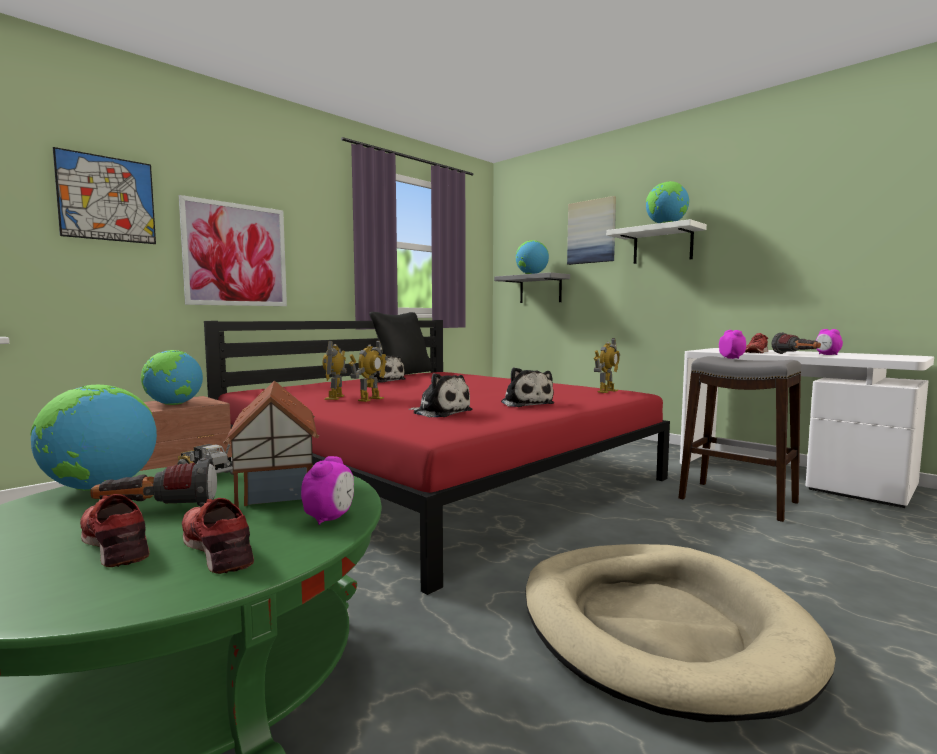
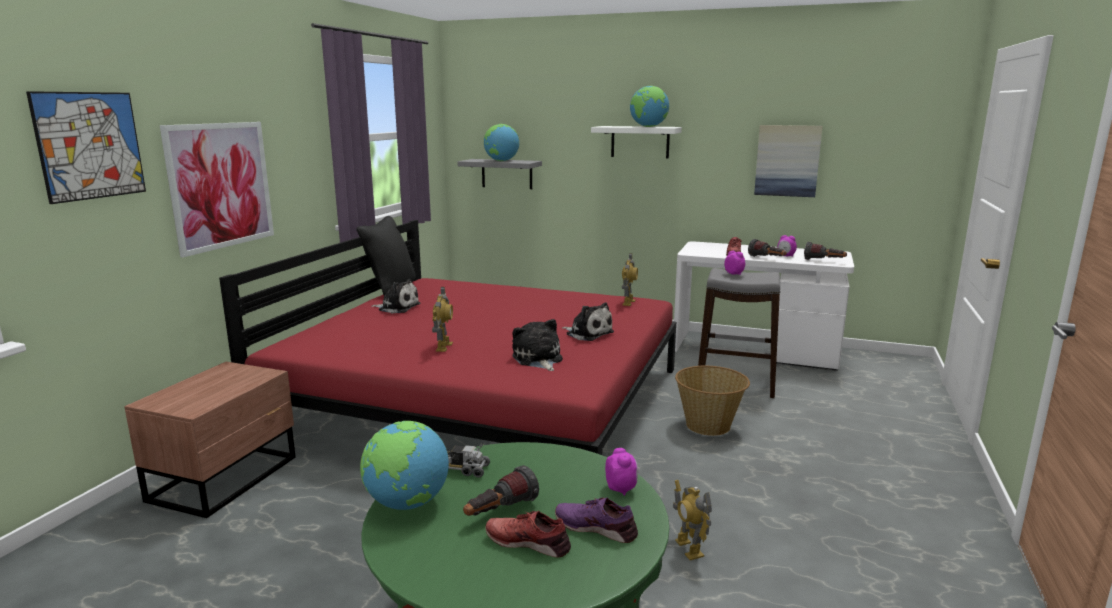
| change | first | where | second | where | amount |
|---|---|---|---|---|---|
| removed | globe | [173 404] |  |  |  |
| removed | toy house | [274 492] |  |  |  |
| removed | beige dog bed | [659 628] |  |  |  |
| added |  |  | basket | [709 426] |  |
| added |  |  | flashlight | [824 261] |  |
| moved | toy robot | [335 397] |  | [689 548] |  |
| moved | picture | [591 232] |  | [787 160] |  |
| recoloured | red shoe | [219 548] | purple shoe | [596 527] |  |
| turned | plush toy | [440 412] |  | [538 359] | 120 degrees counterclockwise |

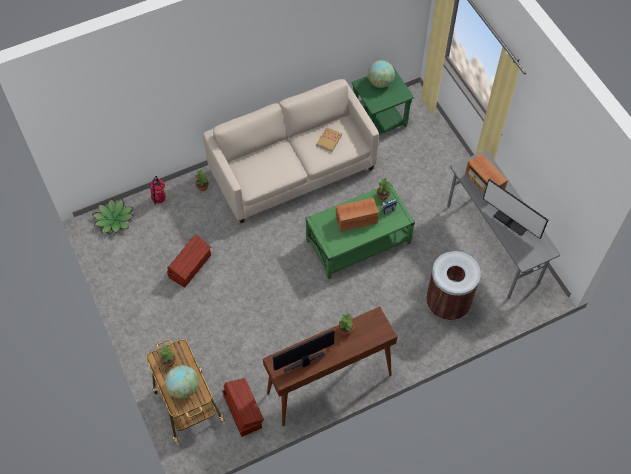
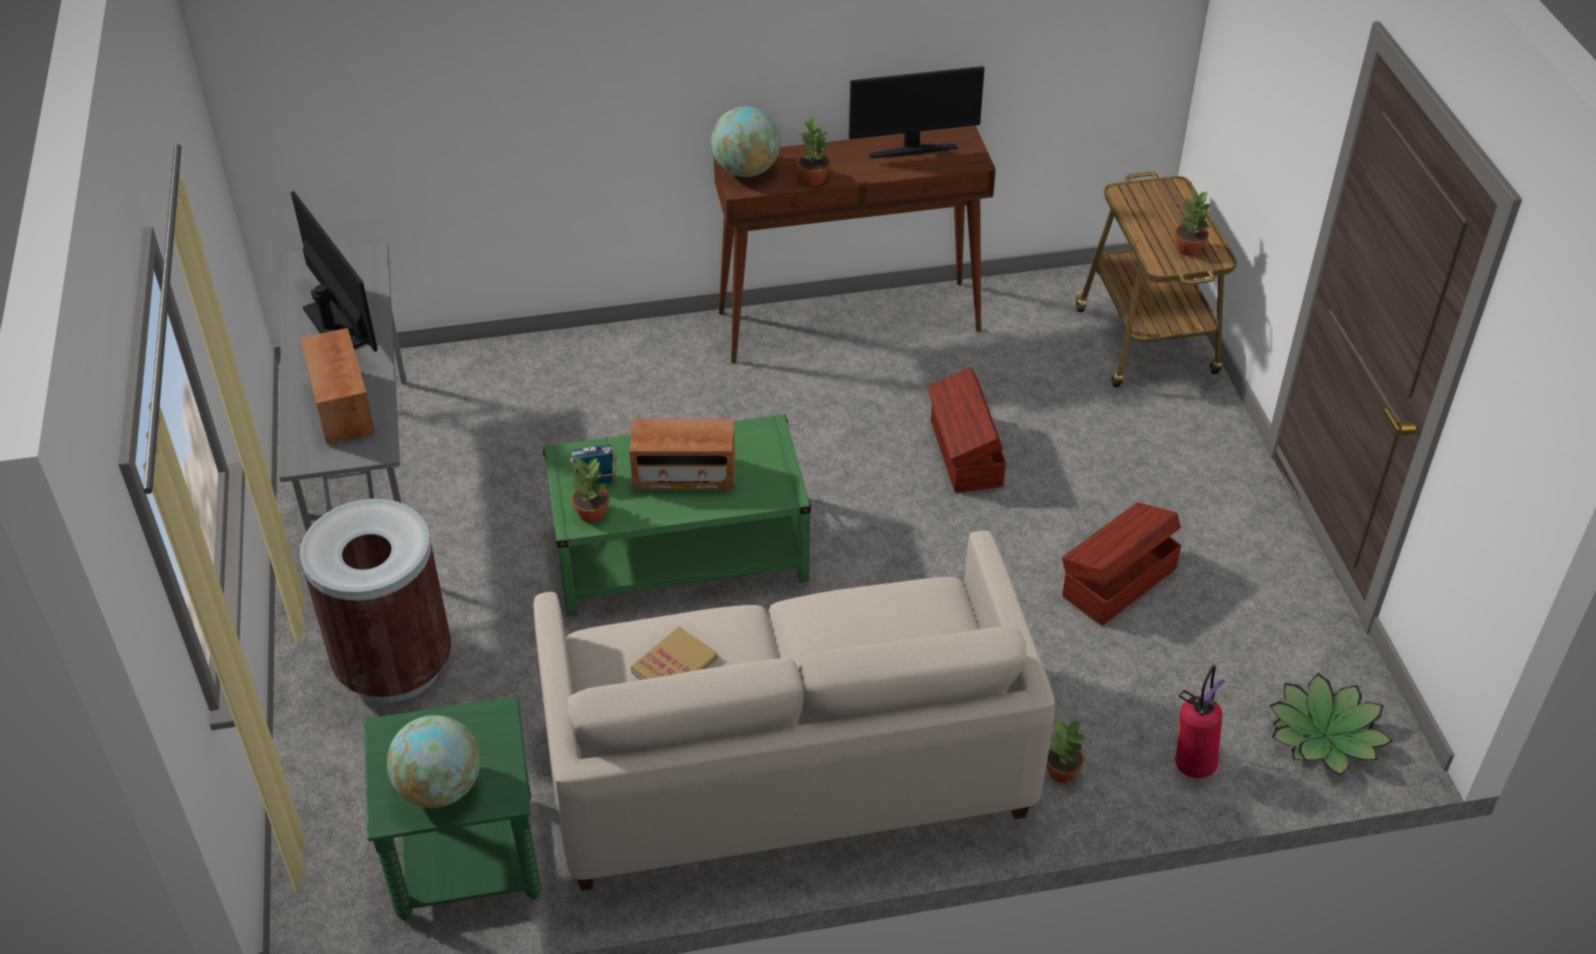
| change | first | where | second | where | amount |
|---|---|---|---|---|---|
| moved | globe | [183 388] |  | [746 170] |  |
| moved | brown storage box | [243 410] |  | [964 454] |  |
| moved | brown trash can | [448 303] |  | [394 665] |  |

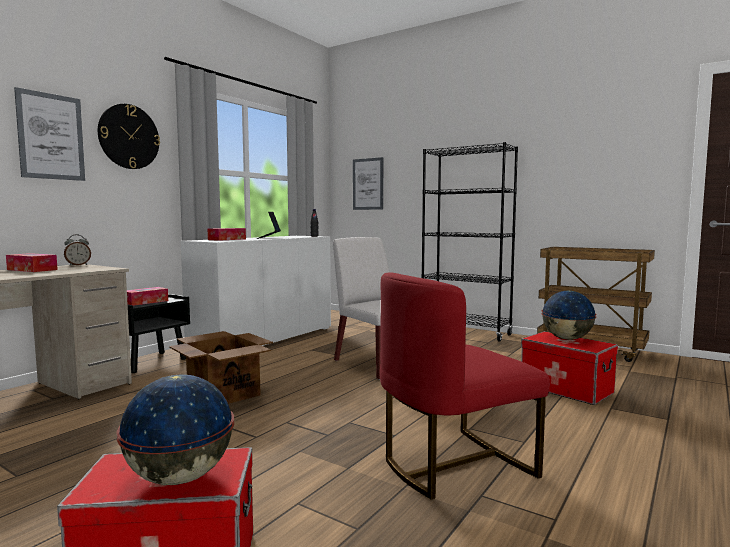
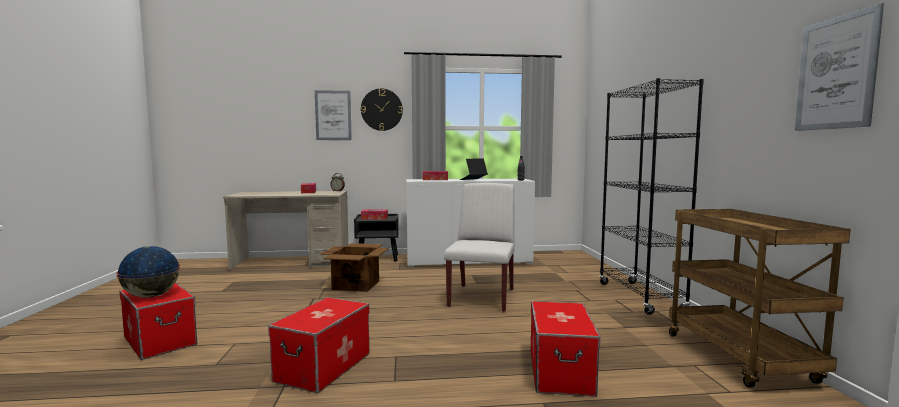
| change | first | where | second | where | amount |
|---|---|---|---|---|---|
| removed | globe | [567 339] |  |  |  |
| moved | picture | [368 184] |  | [835 73] |  |
| replaced | red chair | [454 464] | storage box | [323 367] |  |

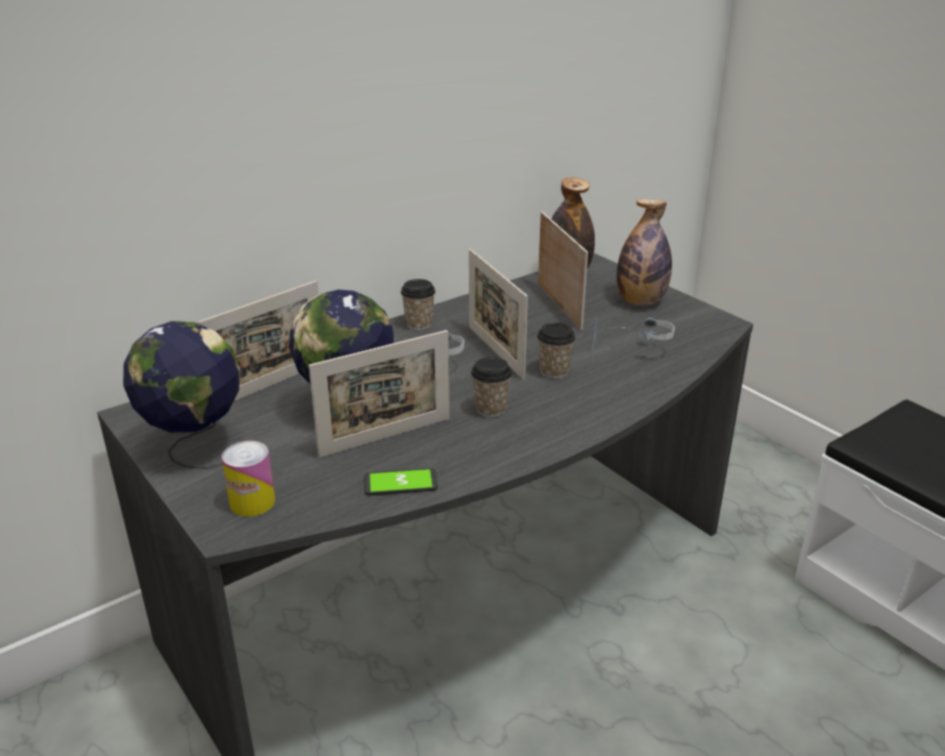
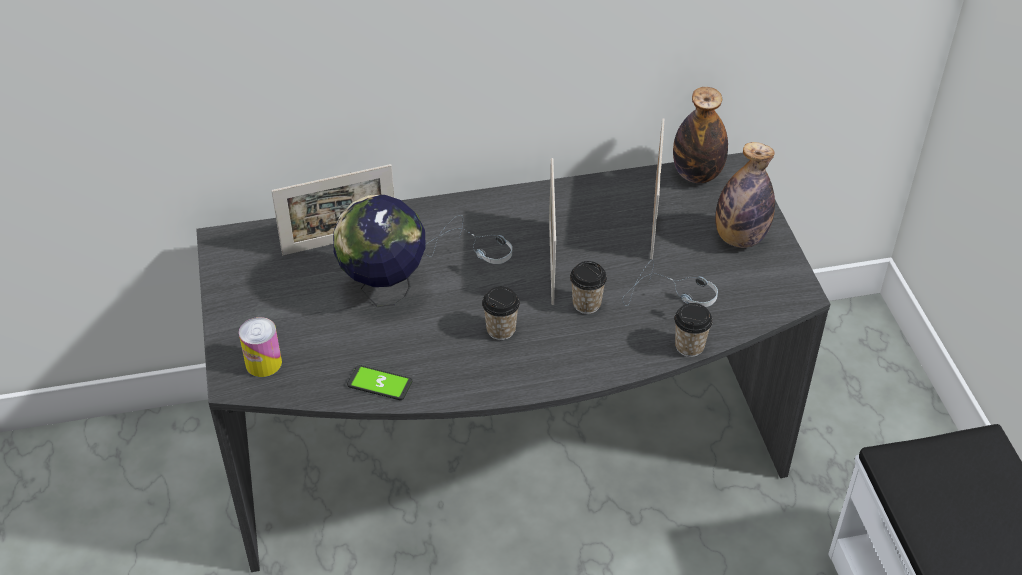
| change | first | where | second | where | amount |
|---|---|---|---|---|---|
| removed | globe | [195 448] |  |  |  |
| removed | picture frame | [386 437] |  |  |  |
| moved | cup | [419 324] |  | [689 346] |  |

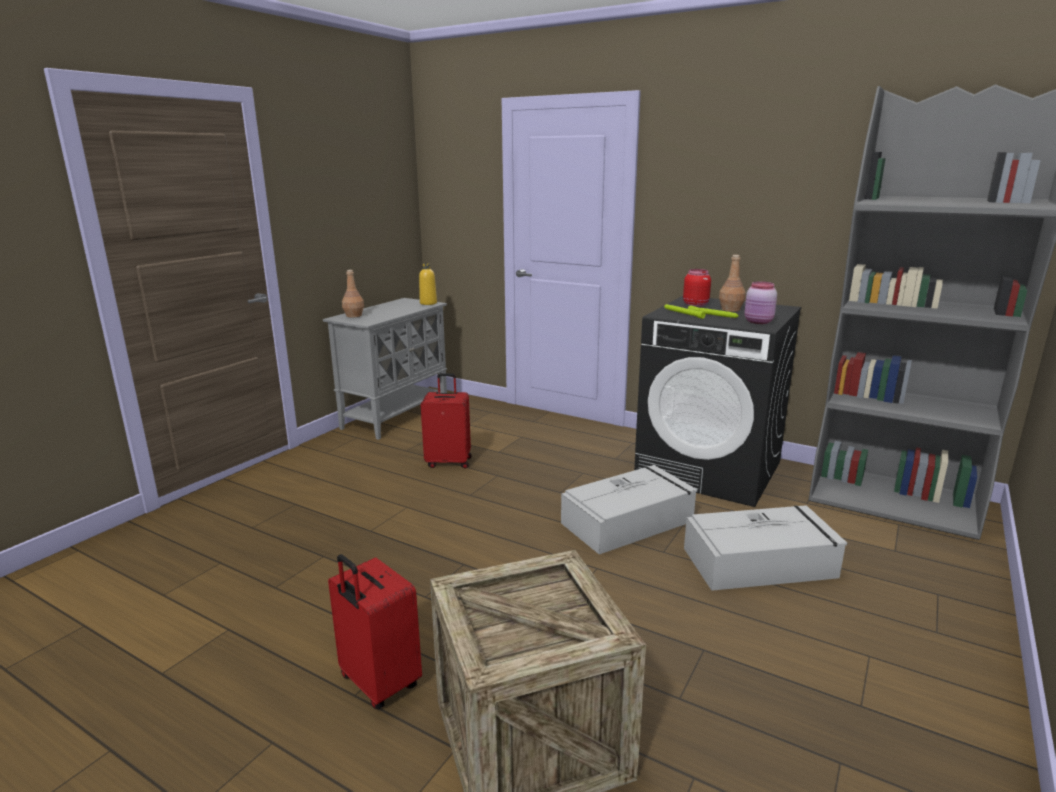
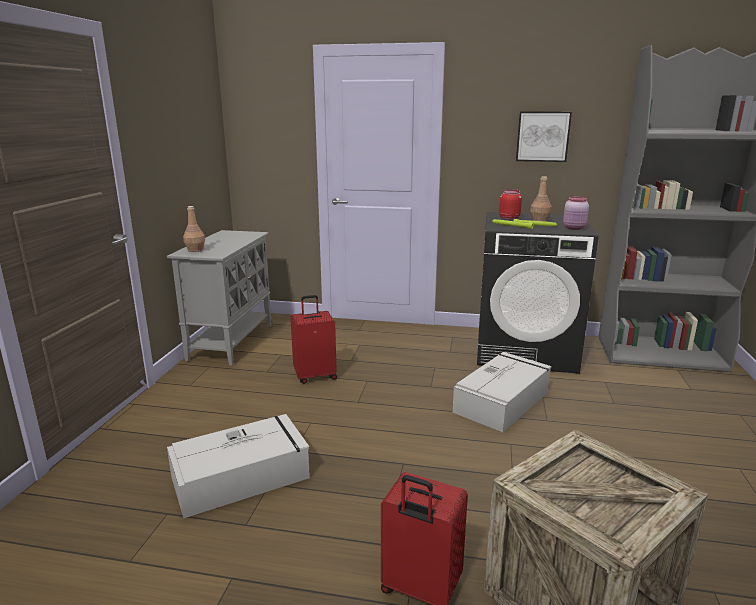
| change | first | where | second | where | amount |
|---|---|---|---|---|---|
| removed | yellow bottle | [428 303] |  |  |  |
| added |  |  | picture | [542 136] |  |
| moved | grey storage box | [761 562] |  | [242 476] |  |

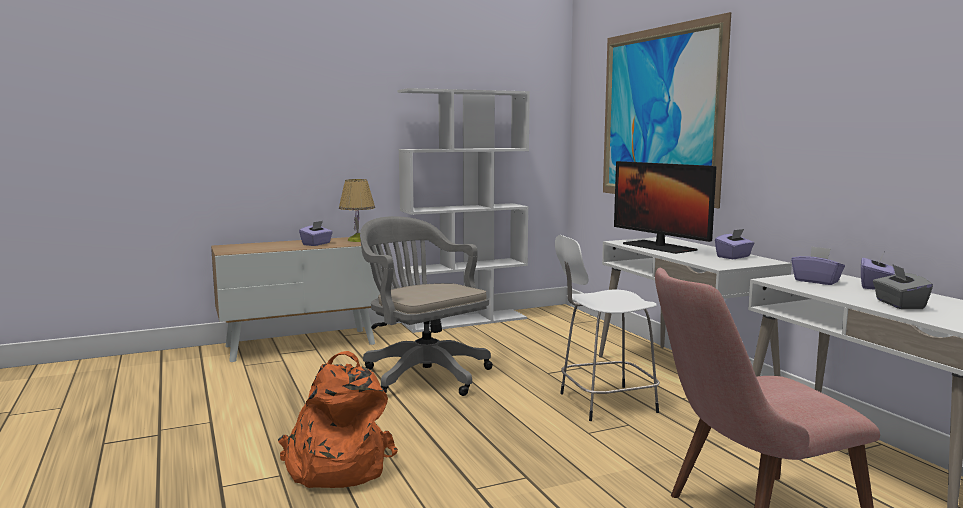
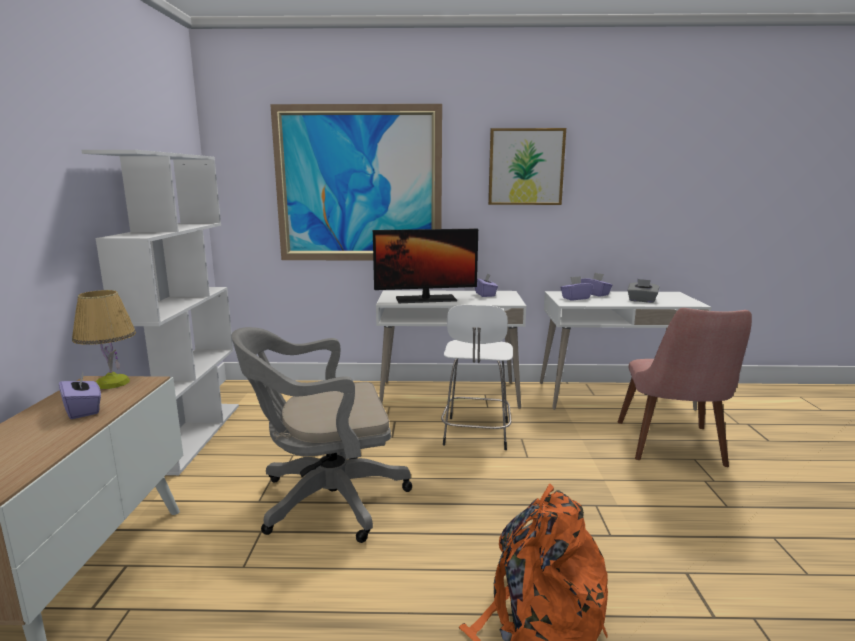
| change | first | where | second | where | amount |
|---|---|---|---|---|---|
| added |  |  | picture | [526 167] |  |

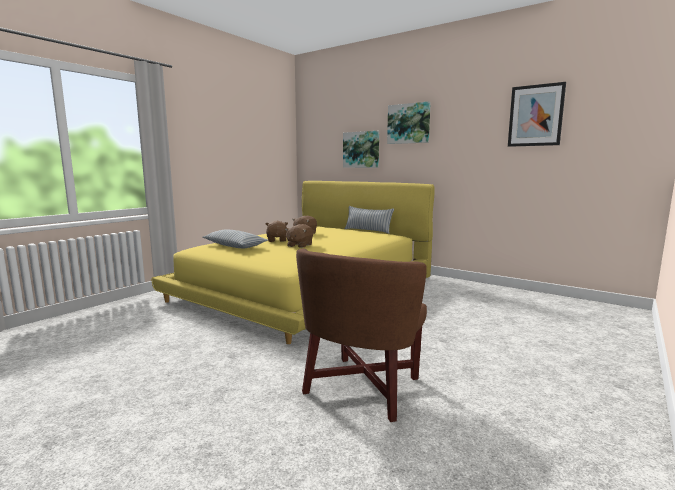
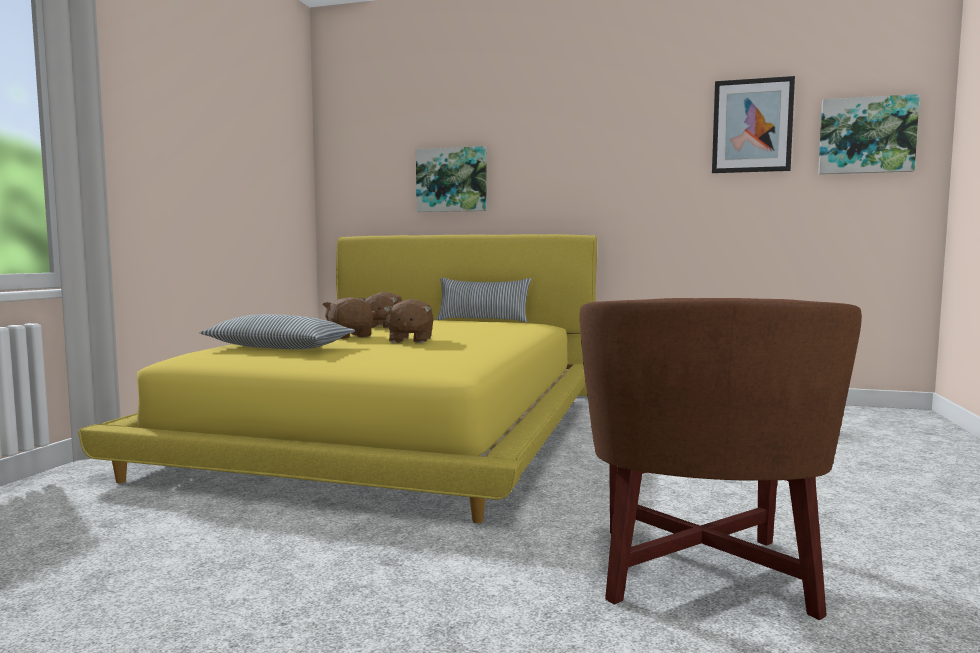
| change | first | where | second | where | amount |
|---|---|---|---|---|---|
| moved | picture | [408 123] |  | [866 135] |  |

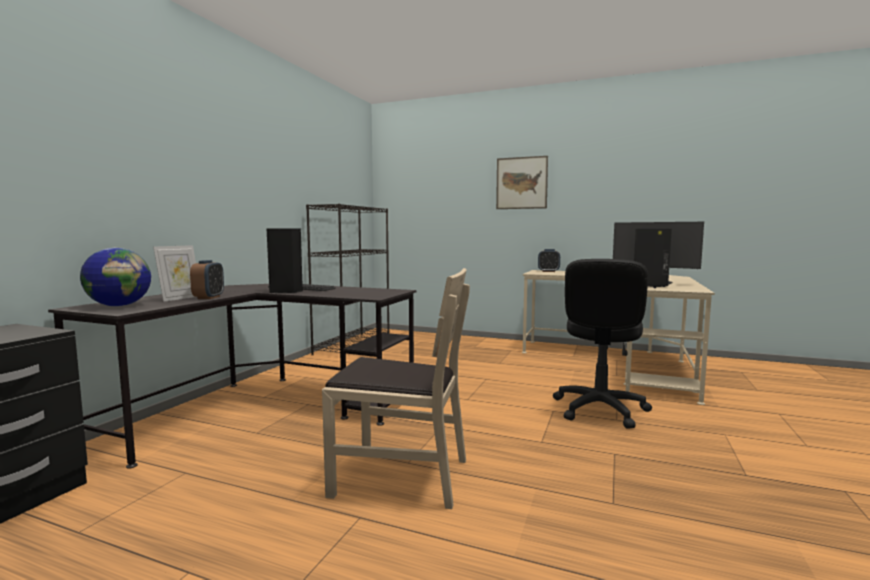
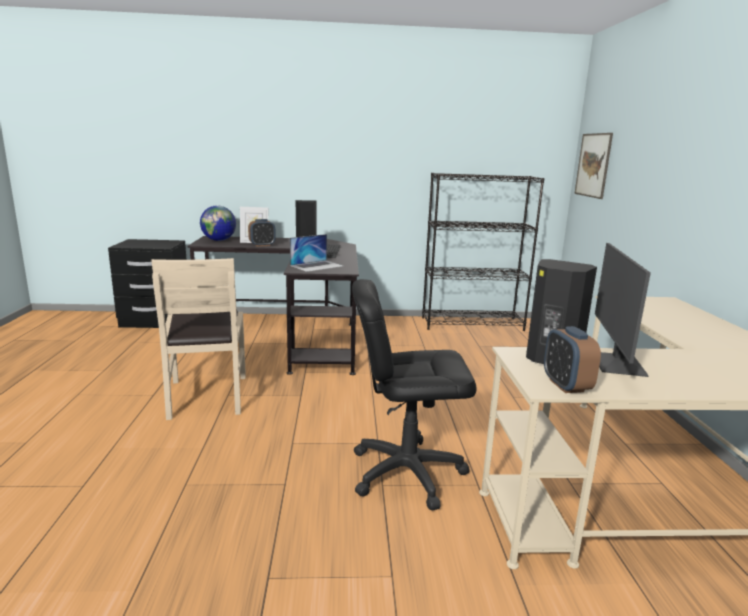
| change | first | where | second | where | amount |
|---|---|---|---|---|---|
| added |  |  | laptop | [317 266] |  |
| moved | picture | [521 183] |  | [593 165] |  |
| moved | alarm clock | [548 271] |  | [566 385] |  |

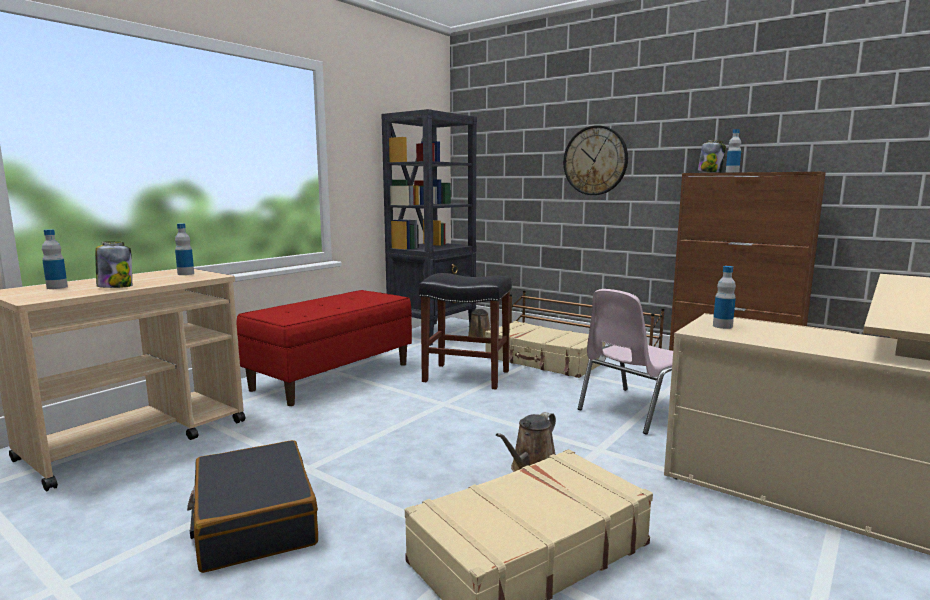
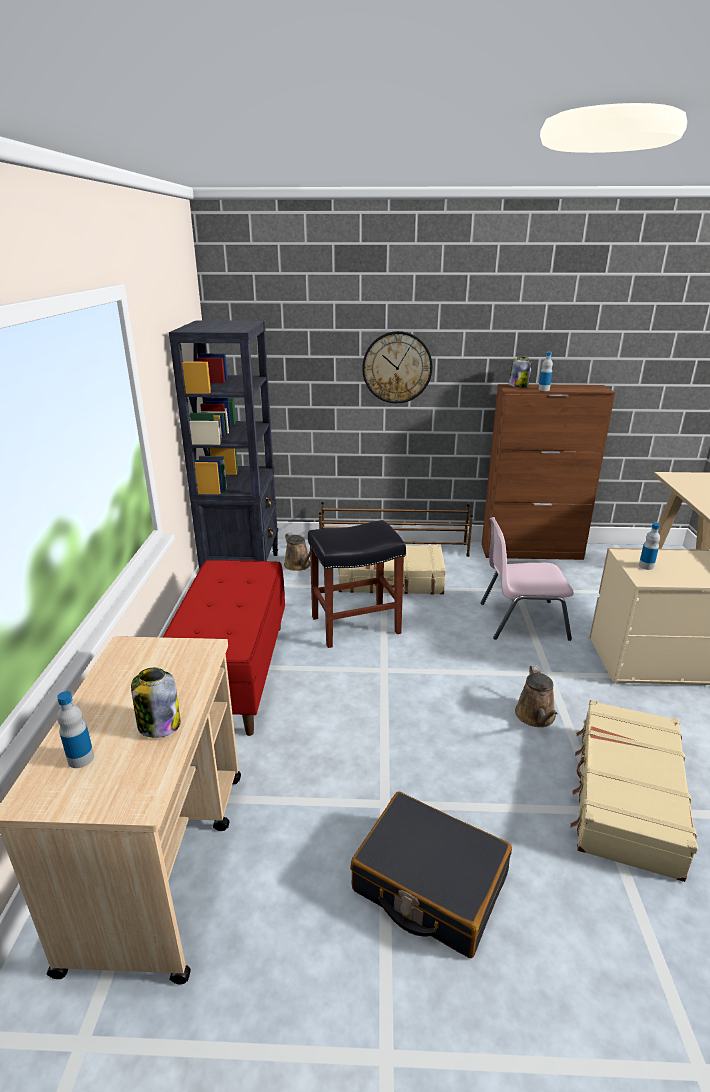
| change | first | where | second | where | amount |
|---|---|---|---|---|---|
| removed | bottle | [186 274] |  |  |  |
| turned | pink chair | [634 411] |  | [521 620] | 75 degrees clockwise |

